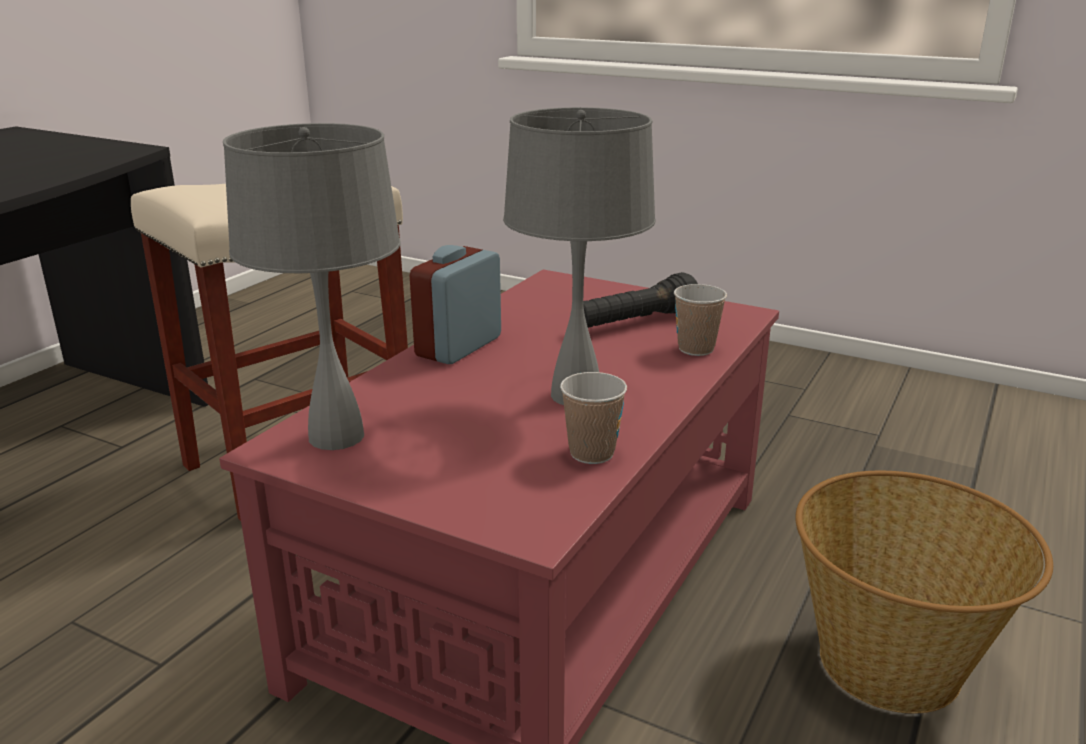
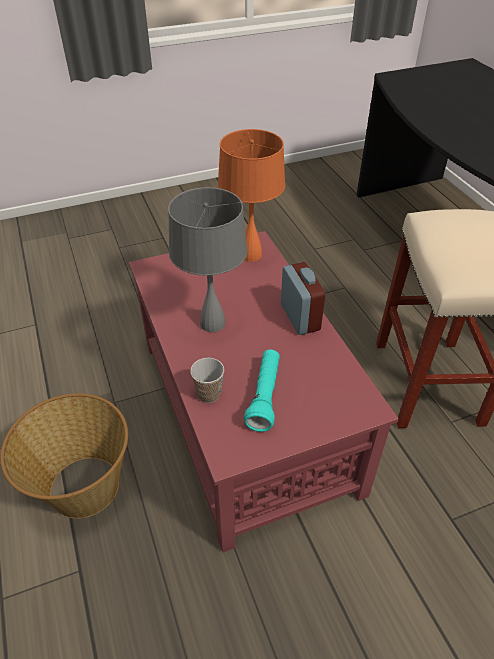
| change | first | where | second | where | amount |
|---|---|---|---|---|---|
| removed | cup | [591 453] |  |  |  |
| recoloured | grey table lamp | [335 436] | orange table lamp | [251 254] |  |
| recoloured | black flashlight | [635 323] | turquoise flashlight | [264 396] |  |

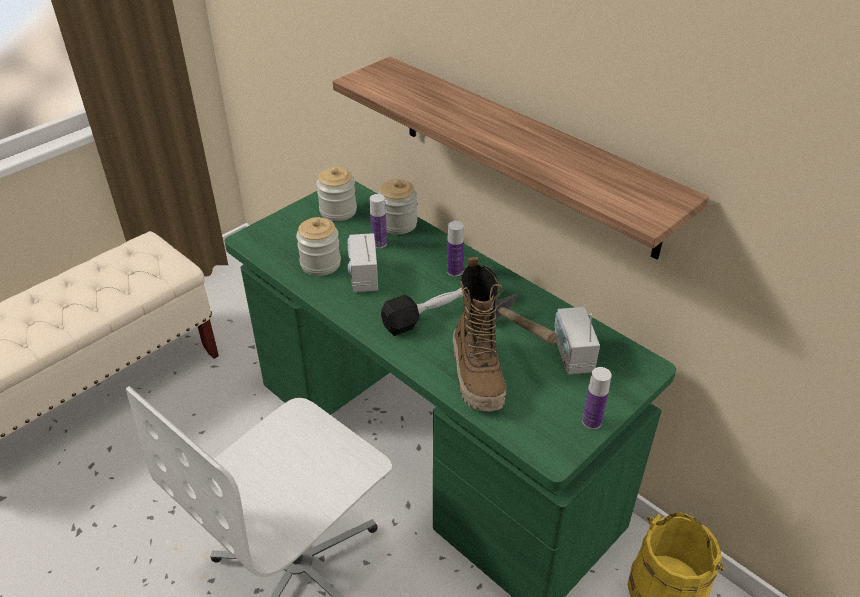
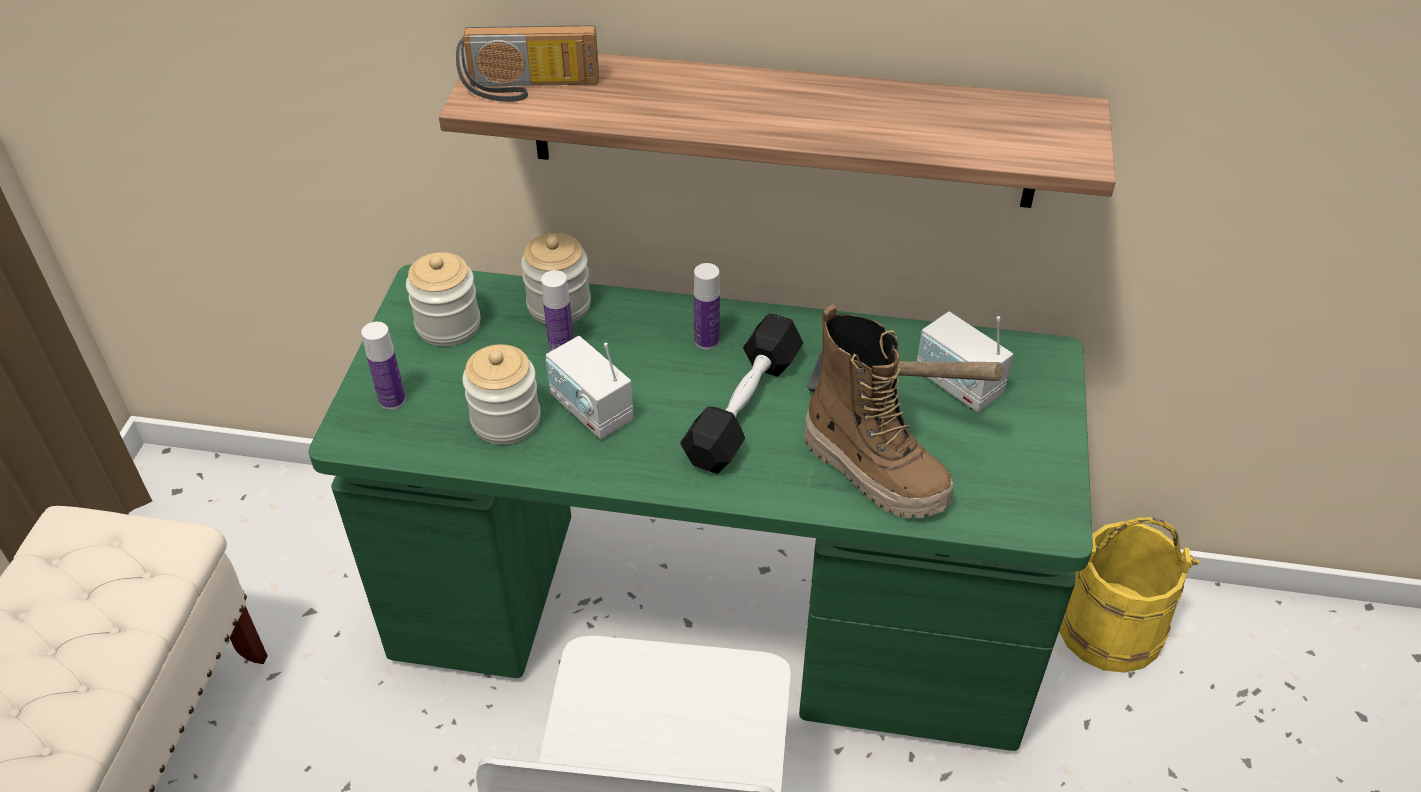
| change | first | where | second | where | amount |
|---|---|---|---|---|---|
| added |  |  | radio | [529 88] |  |
| moved | bottle | [591 422] |  | [392 400] |  |

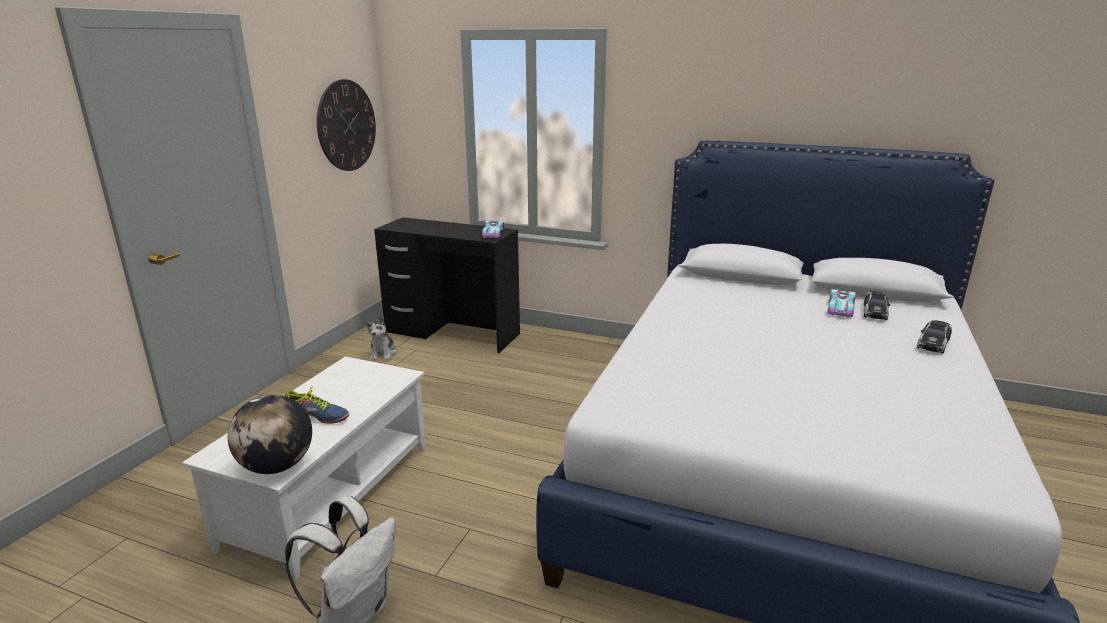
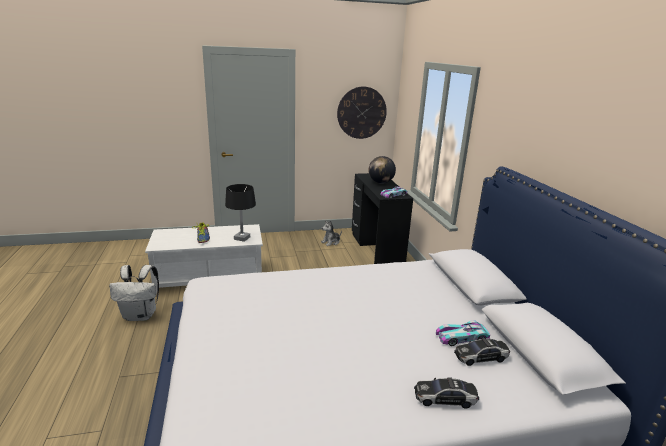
| change | first | where | second | where | amount |
|---|---|---|---|---|---|
| added |  |  | black table lamp | [242 238] |  |
| moved | globe | [277 466] |  | [380 183] |  |

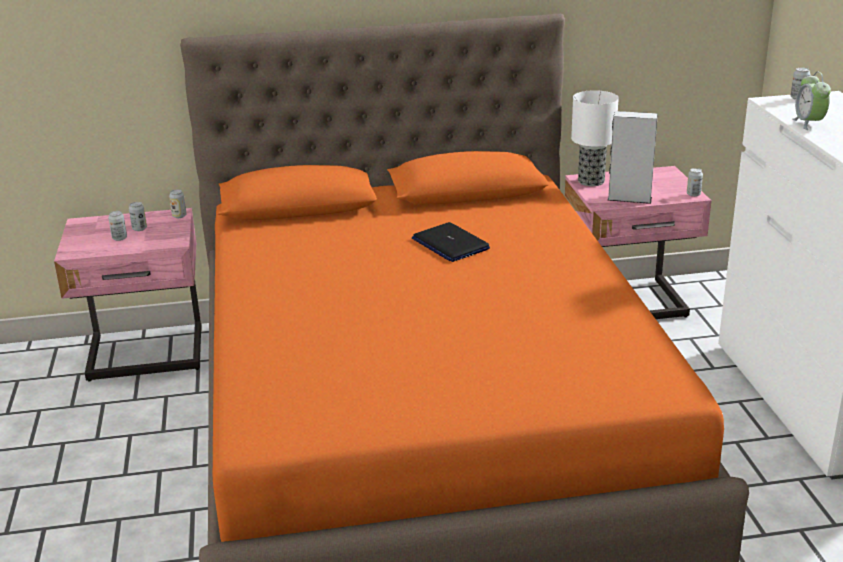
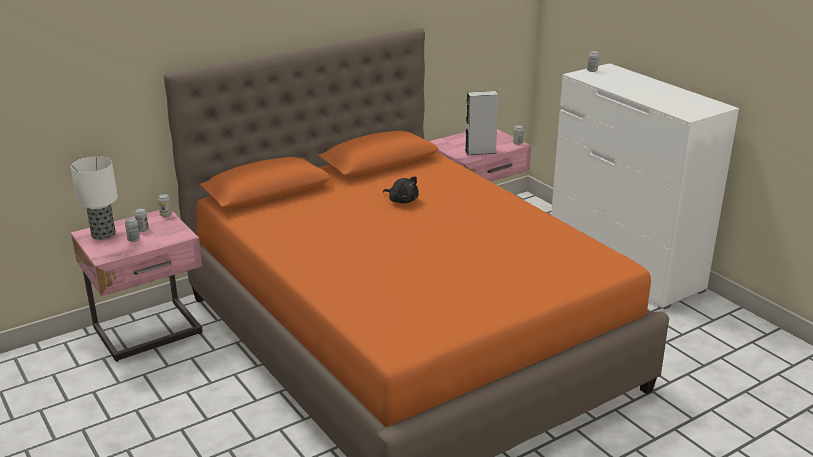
| change | first | where | second | where | amount |
|---|---|---|---|---|---|
| removed | alarm clock | [808 123] |  |  |  |
| moved | table lamp | [592 181] |  | [104 234] |  |
| replaced | laptop | [450 244] | black plush toy | [402 200] |  |

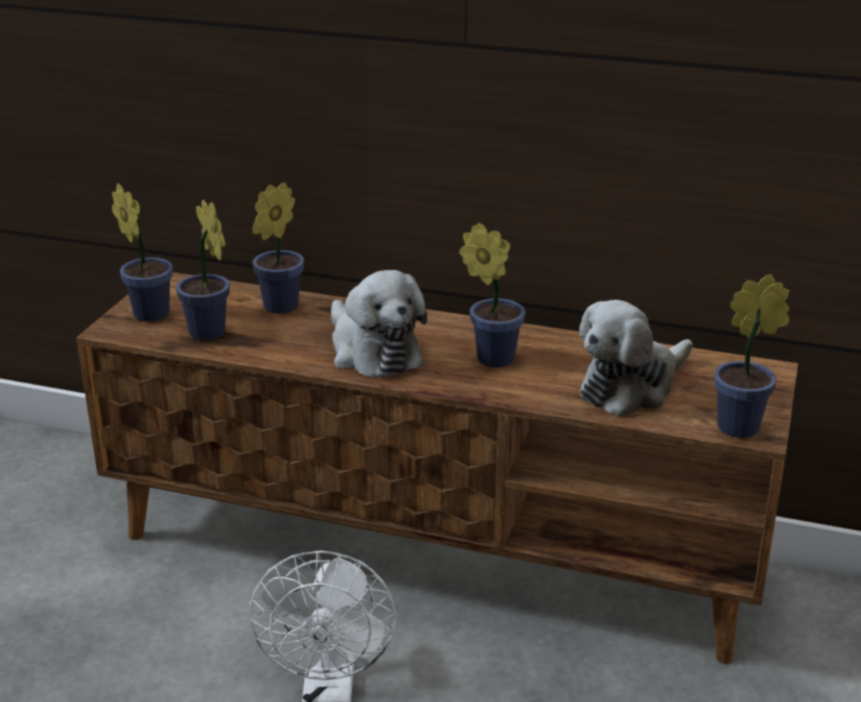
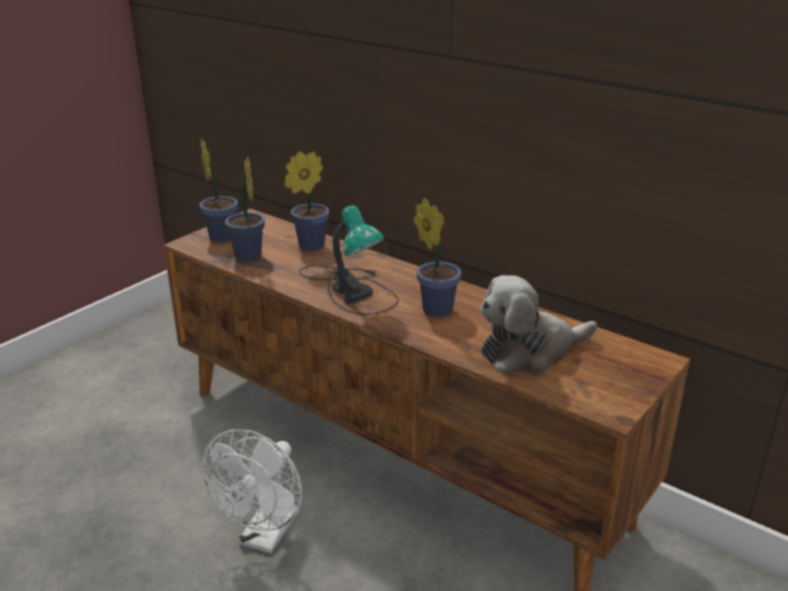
| change | first | where | second | where | amount |
|---|---|---|---|---|---|
| removed | potted plant | [743 427] |  |  |  |
| replaced | plush toy | [372 351] | table lamp | [350 288] |  |

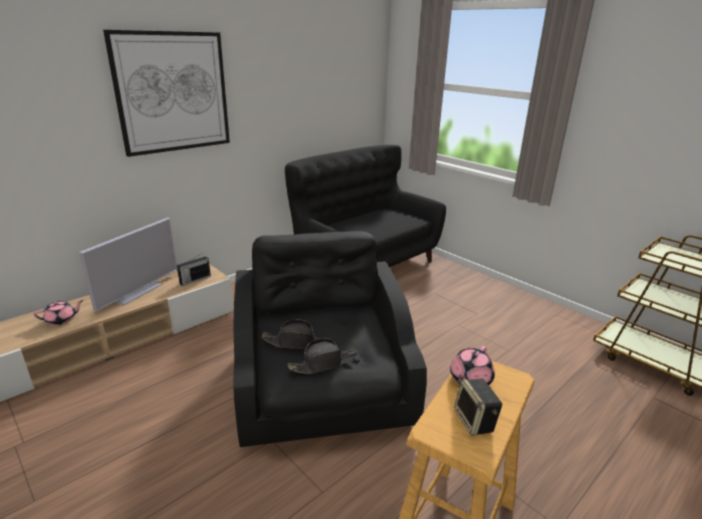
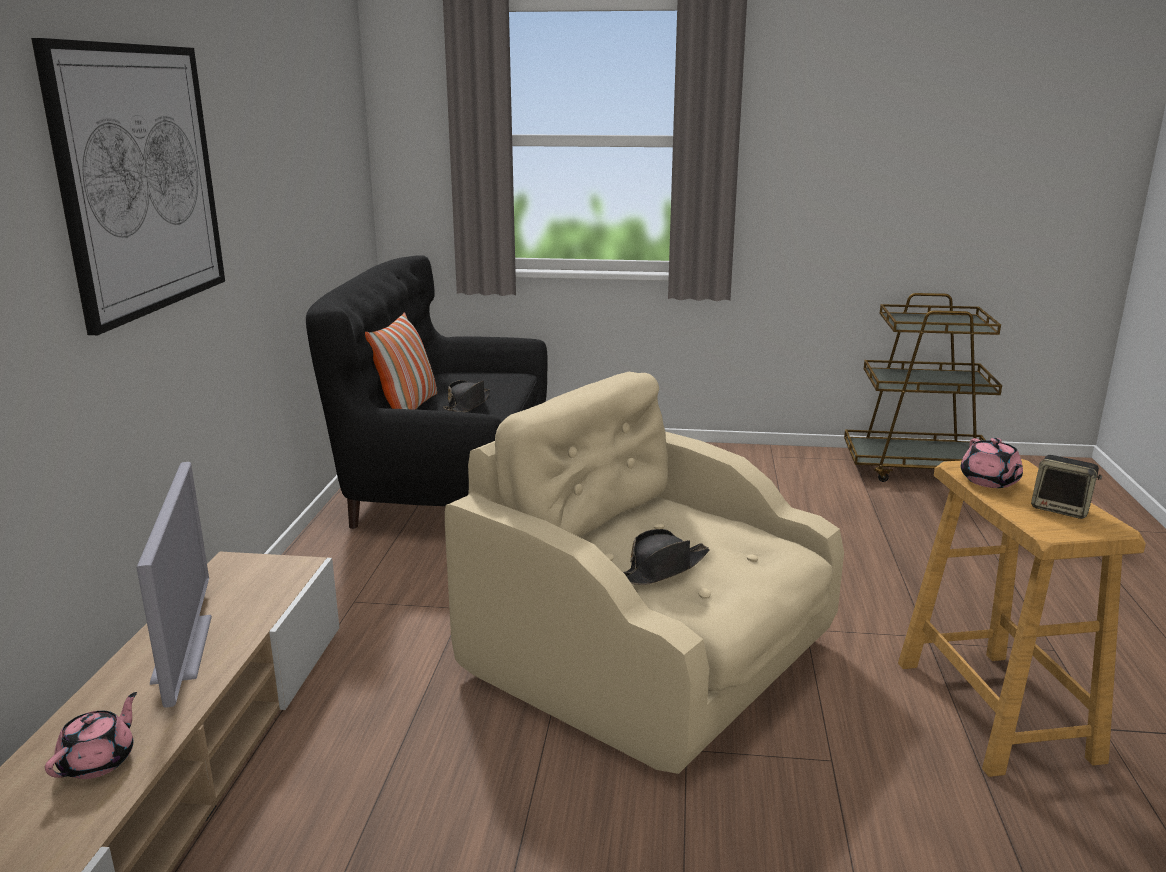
| change | first | where | second | where | amount |
|---|---|---|---|---|---|
| removed | radio | [194 280] |  |  |  |
| added |  |  | pillow | [408 408] |  |
| moved | black hat | [323 363] |  | [467 405] |  |
| recoloured | black armchair | [323 390] | beige armchair | [653 659] |  |

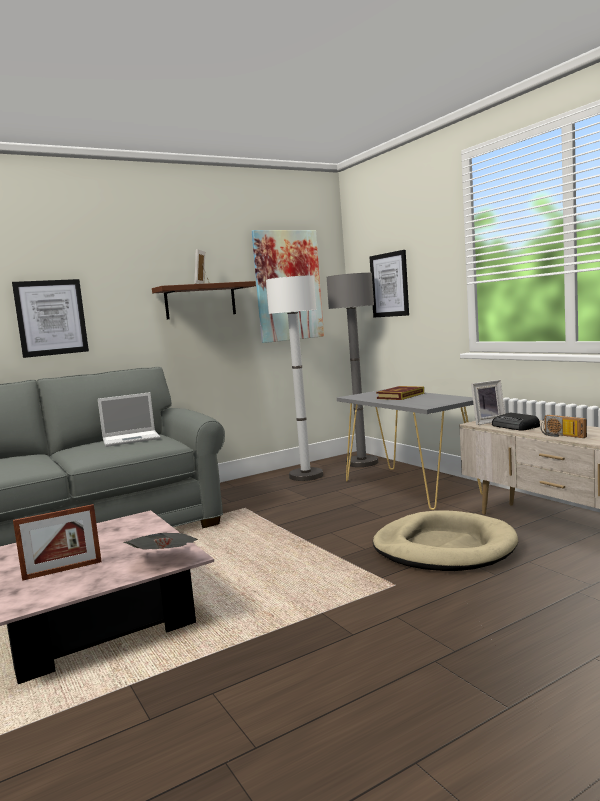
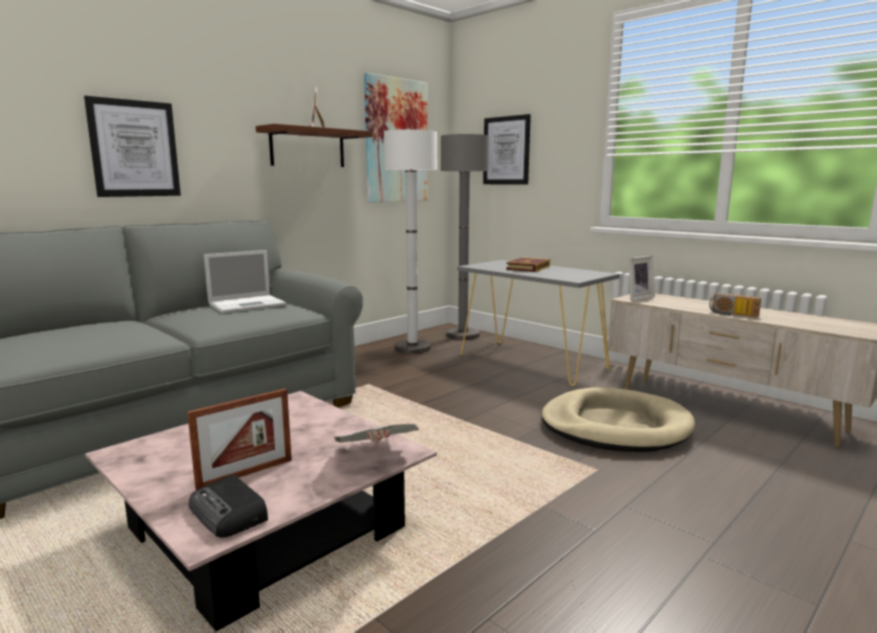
| change | first | where | second | where | amount |
|---|---|---|---|---|---|
| moved | radio | [515 426] |  | [229 513] |  |

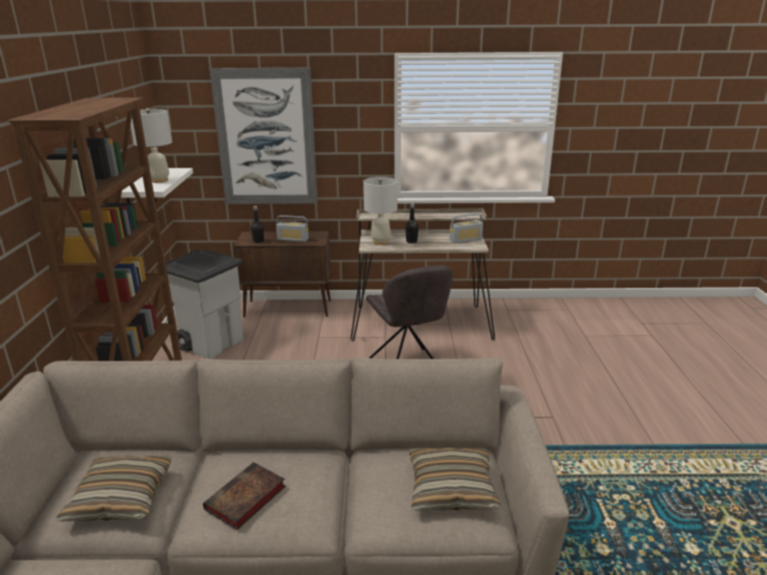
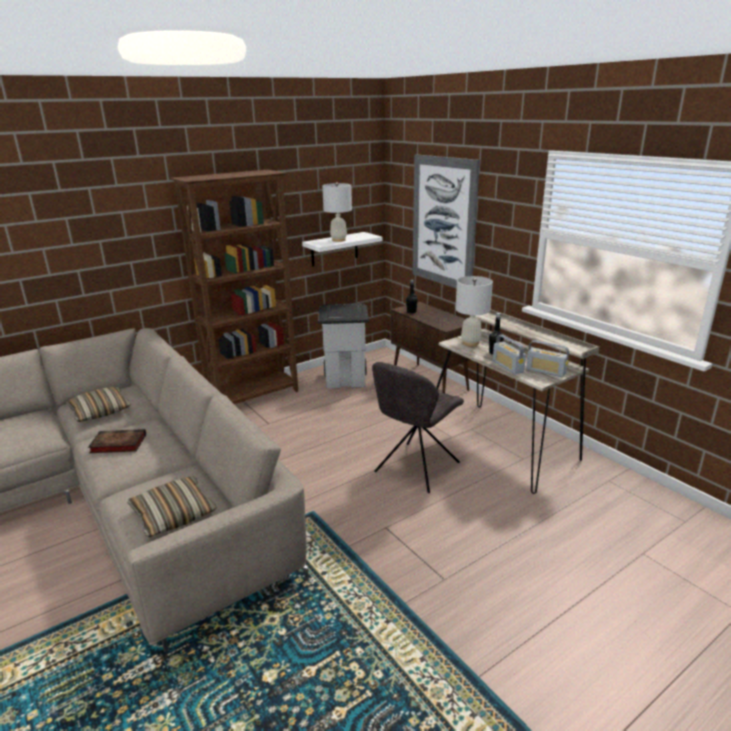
| change | first | where | second | where | amount |
|---|---|---|---|---|---|
| moved | radio | [293 239] |  | [507 366] |  |

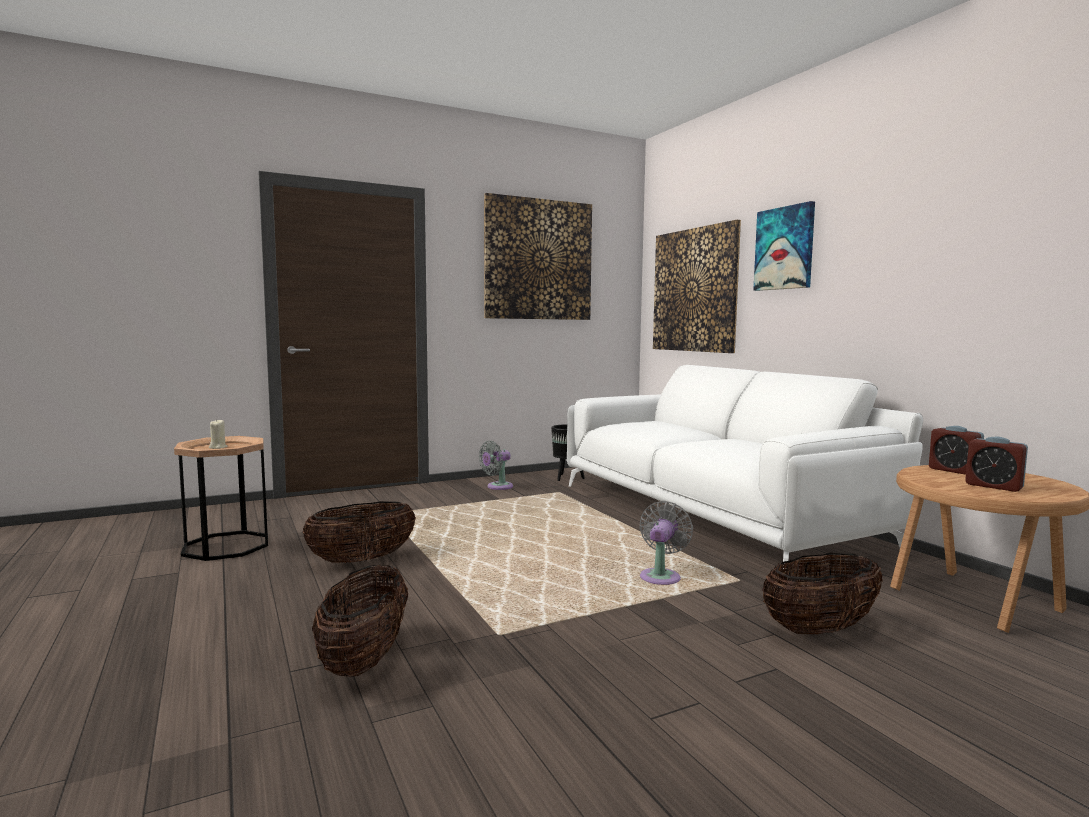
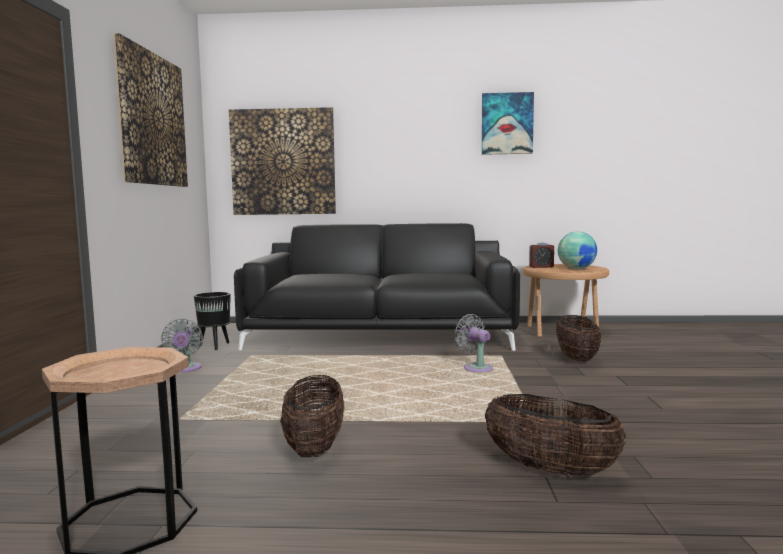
| change | first | where | second | where | amount |
|---|---|---|---|---|---|
| removed | beige candle | [218 447] |  |  |  |
| moved | picture | [784 248] |  | [507 124] |  |
| replaced | alarm clock | [993 486] | globe | [576 269] |  |
| recoloured | white sofa | [712 515] | black sofa | [381 336] |  |

